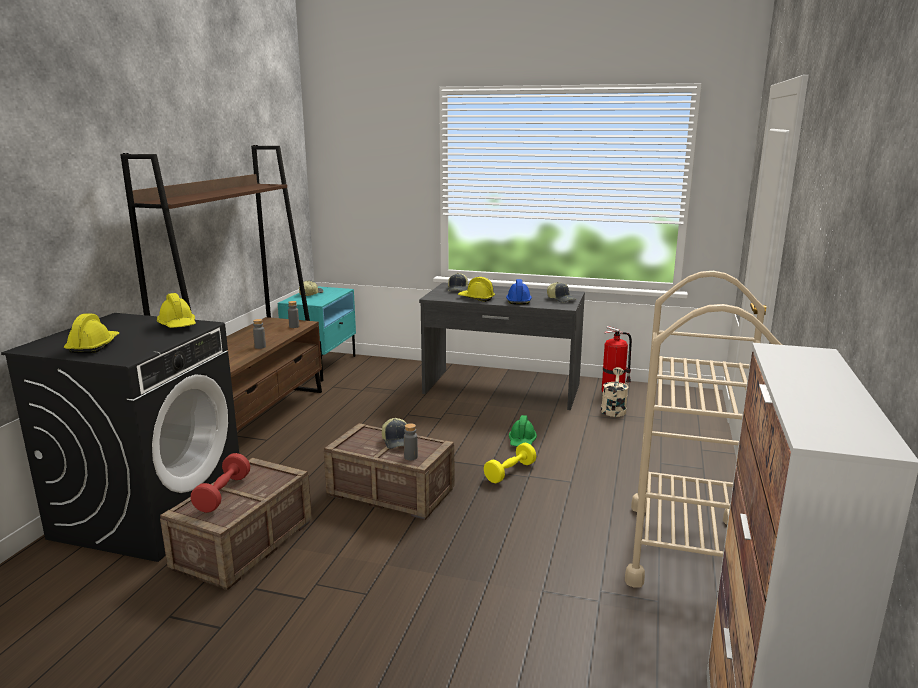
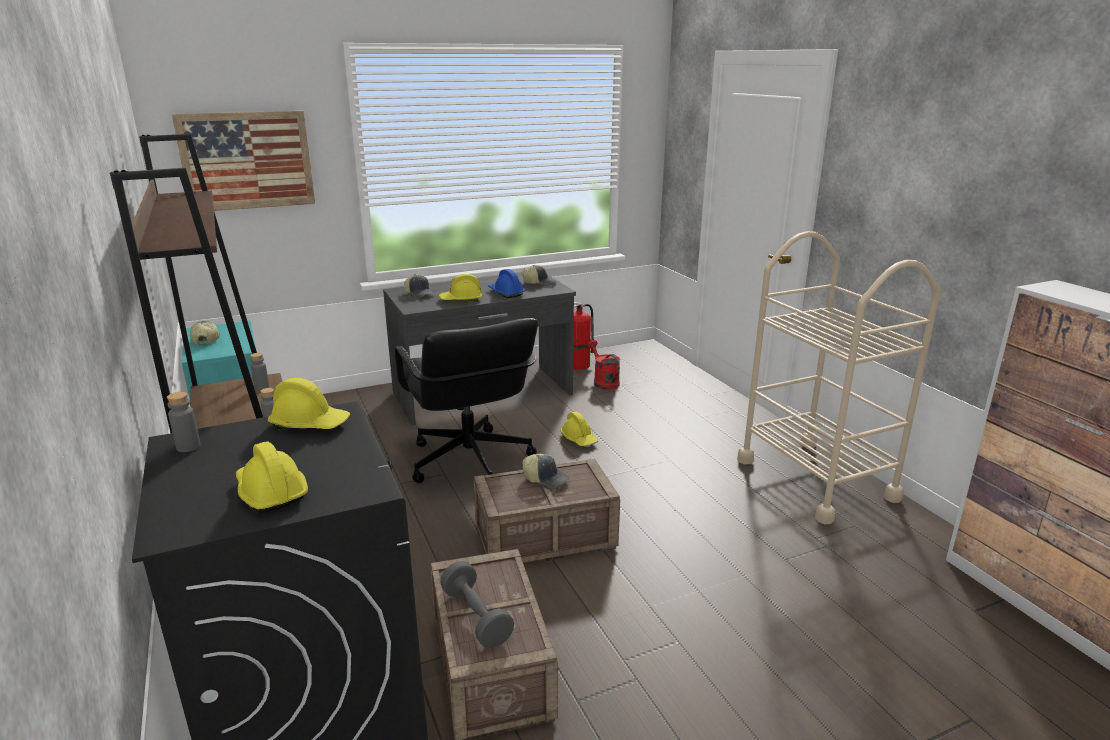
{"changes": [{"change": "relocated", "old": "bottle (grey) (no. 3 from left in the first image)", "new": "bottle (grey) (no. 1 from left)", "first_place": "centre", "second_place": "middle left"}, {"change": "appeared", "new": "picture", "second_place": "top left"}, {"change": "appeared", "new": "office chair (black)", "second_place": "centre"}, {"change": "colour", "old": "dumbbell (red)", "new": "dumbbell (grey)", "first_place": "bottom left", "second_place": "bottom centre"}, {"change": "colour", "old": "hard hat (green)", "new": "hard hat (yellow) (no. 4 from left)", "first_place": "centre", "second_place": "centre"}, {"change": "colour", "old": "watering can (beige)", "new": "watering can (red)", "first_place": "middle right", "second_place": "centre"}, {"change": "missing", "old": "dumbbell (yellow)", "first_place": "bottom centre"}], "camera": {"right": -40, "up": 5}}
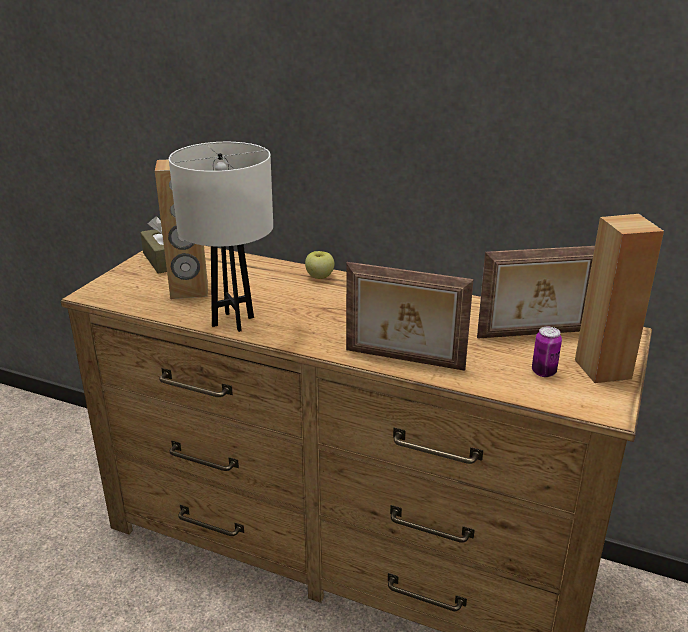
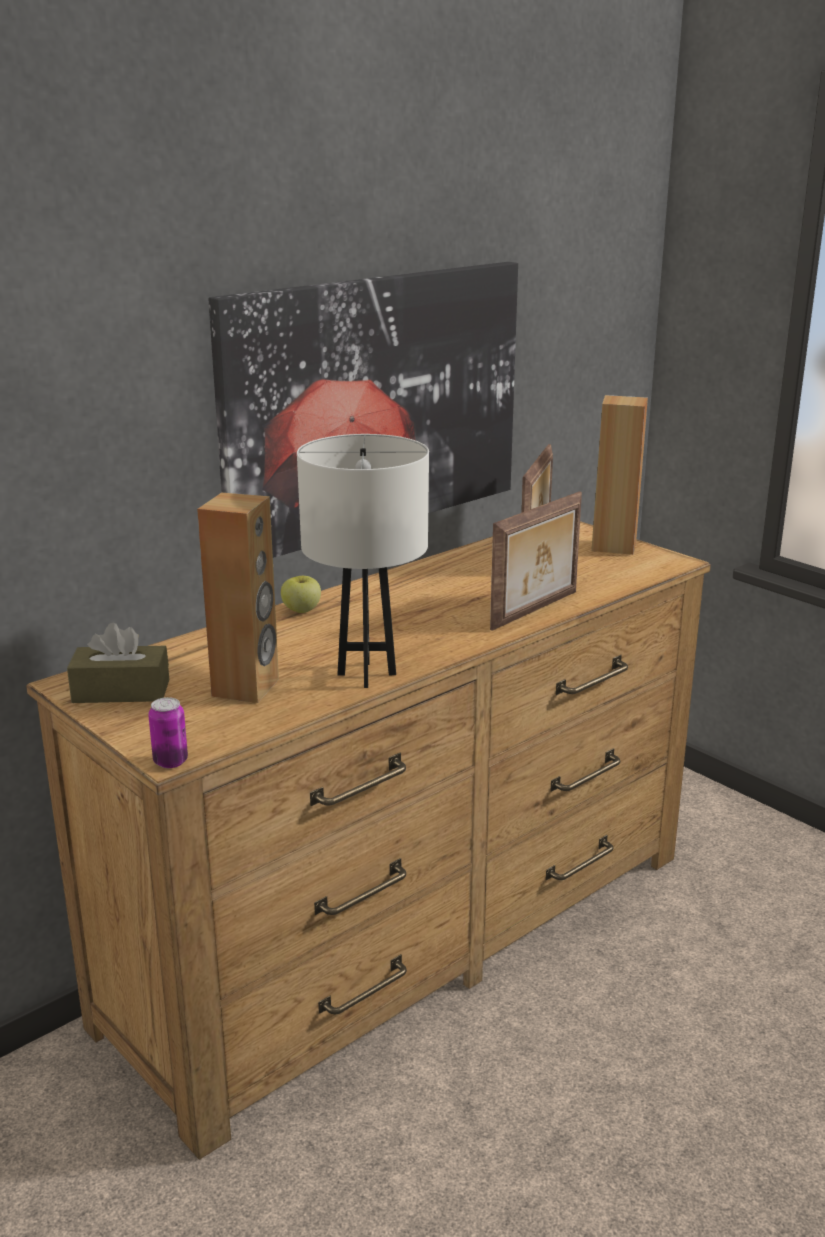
{"changes": [{"change": "relocated", "old": "can", "first_place": "middle right", "second_place": "middle left"}, {"change": "appeared", "new": "picture", "second_place": "top centre"}], "camera": {"right": -65, "up": -5}}
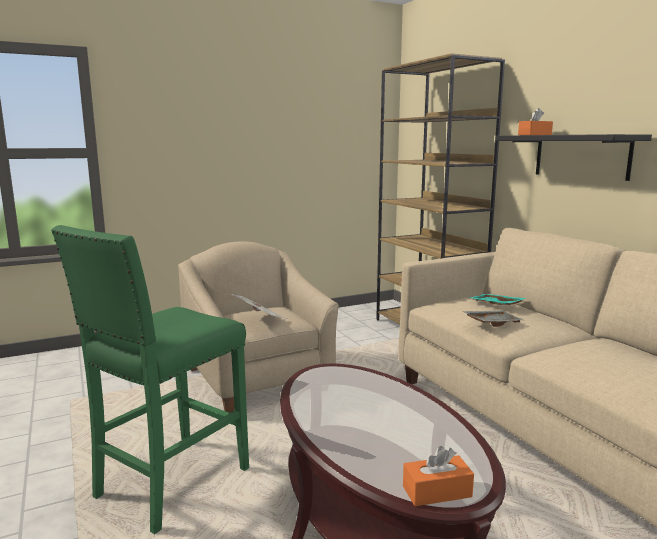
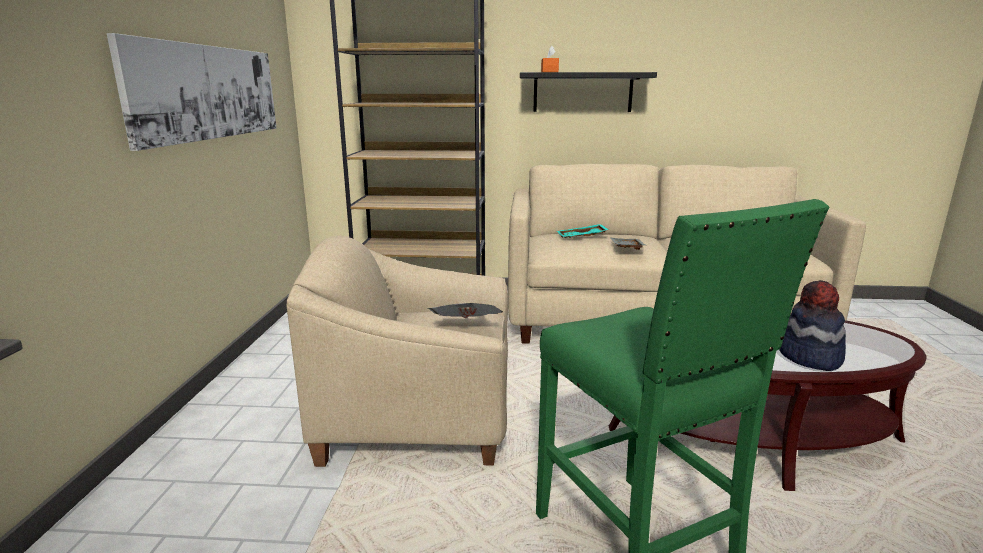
{"changes": [{"change": "appeared", "new": "picture", "second_place": "top left"}, {"change": "appeared", "new": "hat", "second_place": "middle right"}, {"change": "missing", "old": "tissue box (orange) (no. 1 from left)", "first_place": "bottom right"}], "camera": {"right": -60, "up": 5}}
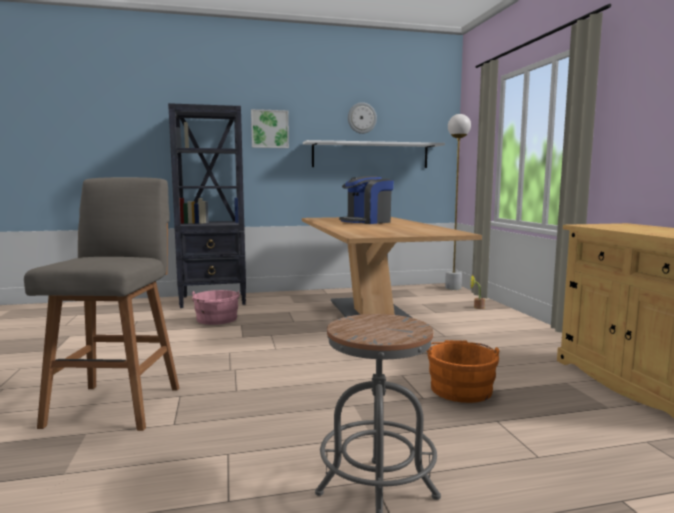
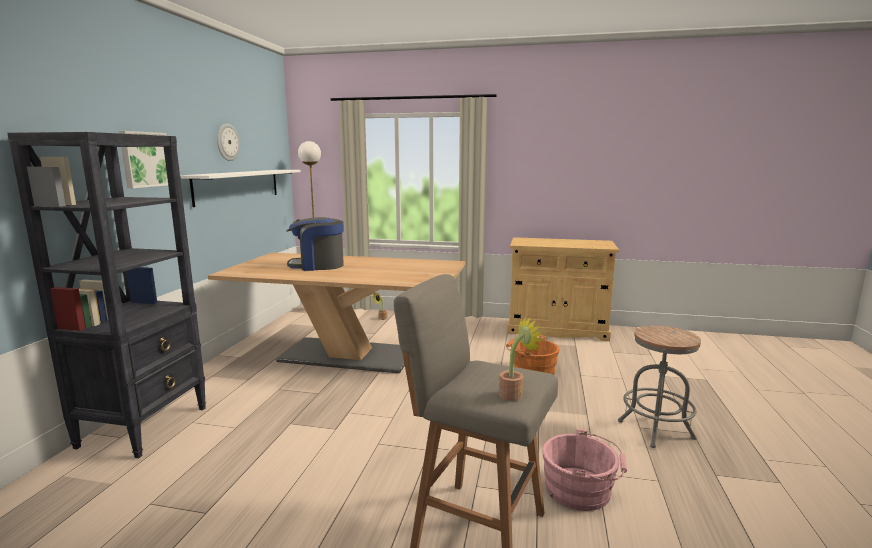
{"changes": [{"change": "spun", "old": "coffee machine", "first_place": "centre", "second_place": "centre", "degrees": 90}, {"change": "appeared", "new": "potted plant (no. 2 from left)", "second_place": "centre"}, {"change": "relocated", "old": "bucket (pink)", "first_place": "middle left", "second_place": "bottom right"}], "camera": {"right": -65, "up": 5}}
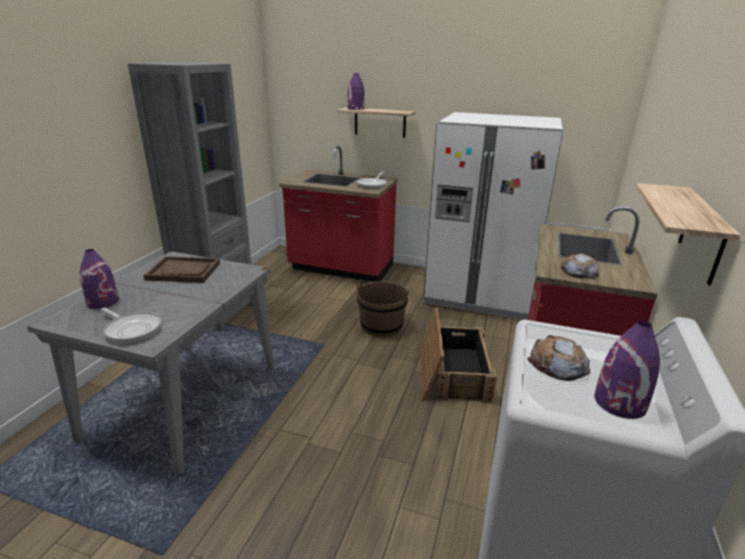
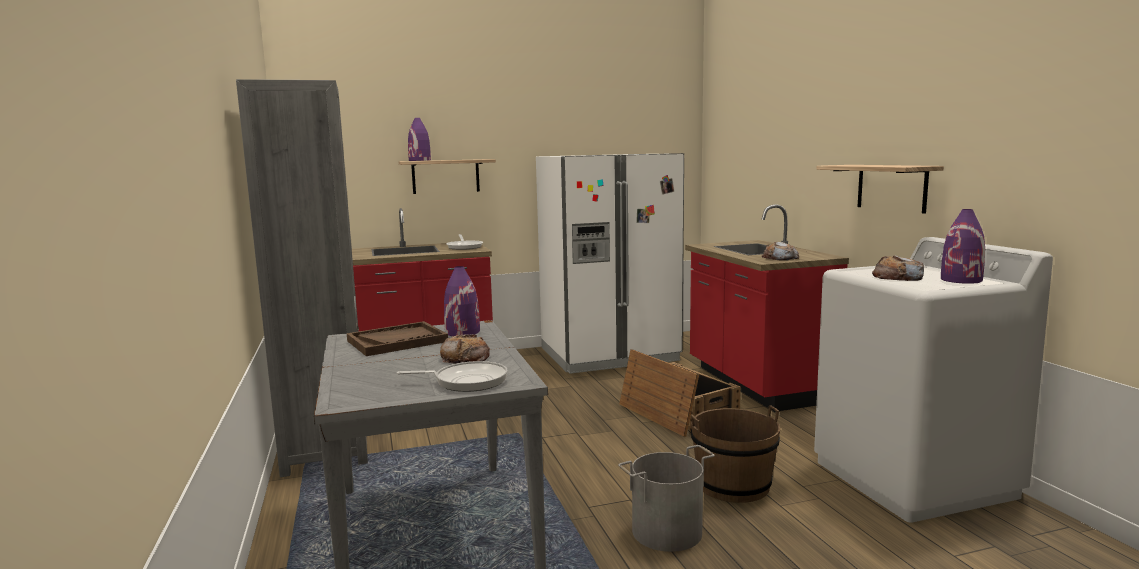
{"changes": [{"change": "appeared", "new": "bread (no. 1 from left)", "second_place": "centre"}, {"change": "relocated", "old": "vase (purple) (no. 1 from left in the first image)", "new": "vase (purple) (no. 2 from left)", "first_place": "middle left", "second_place": "centre"}, {"change": "appeared", "new": "bucket (grey)", "second_place": "bottom centre"}, {"change": "relocated", "old": "bucket (brown)", "first_place": "centre", "second_place": "bottom centre"}], "camera": {"right": -35, "up": -15}}
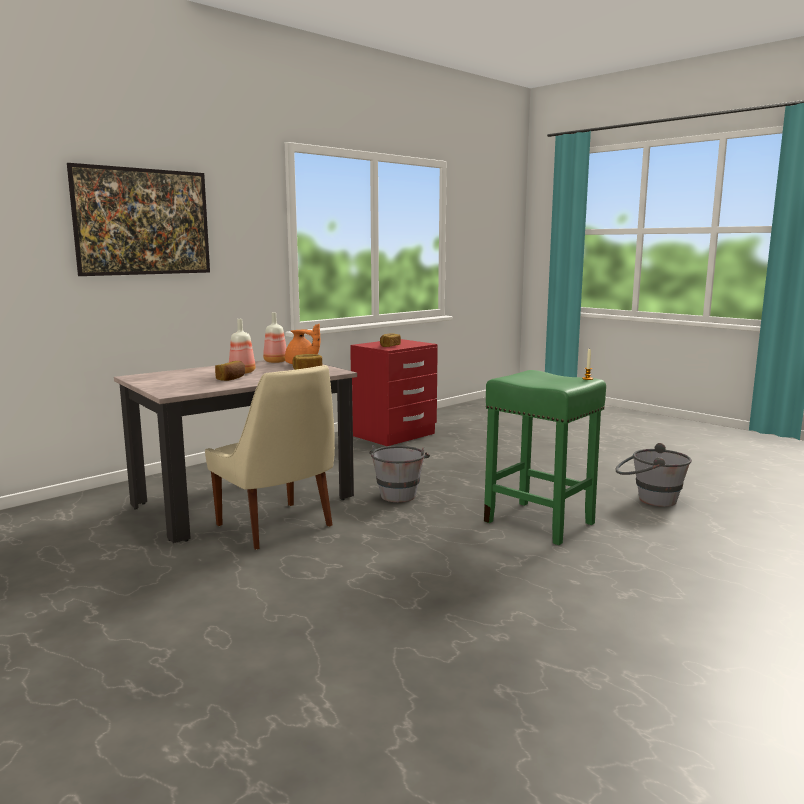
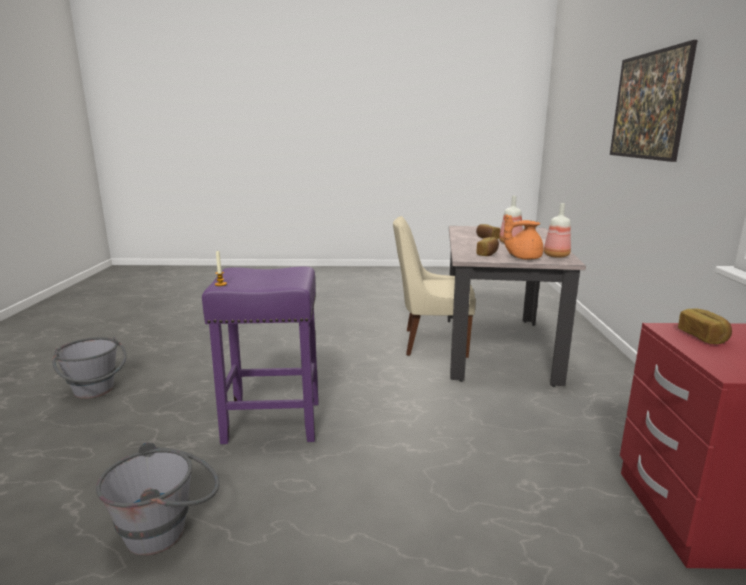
{"changes": [{"change": "relocated", "old": "bucket (grey) (no. 1 from left)", "first_place": "centre", "second_place": "middle left"}, {"change": "colour", "old": "stool (green)", "new": "stool (purple)", "first_place": "middle right", "second_place": "centre"}], "camera": {"right": 135, "up": 5}}
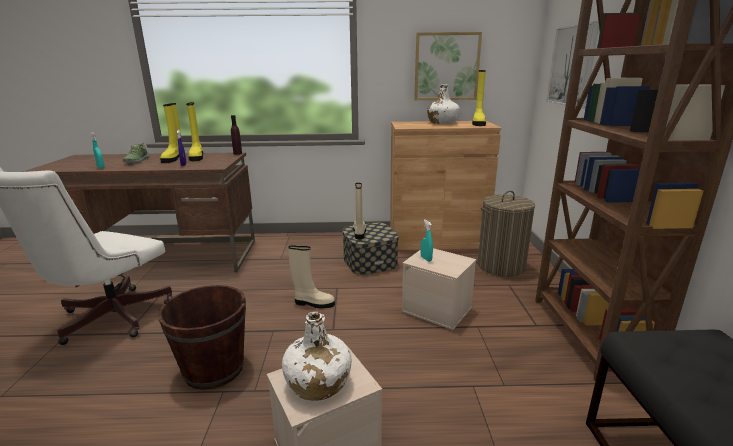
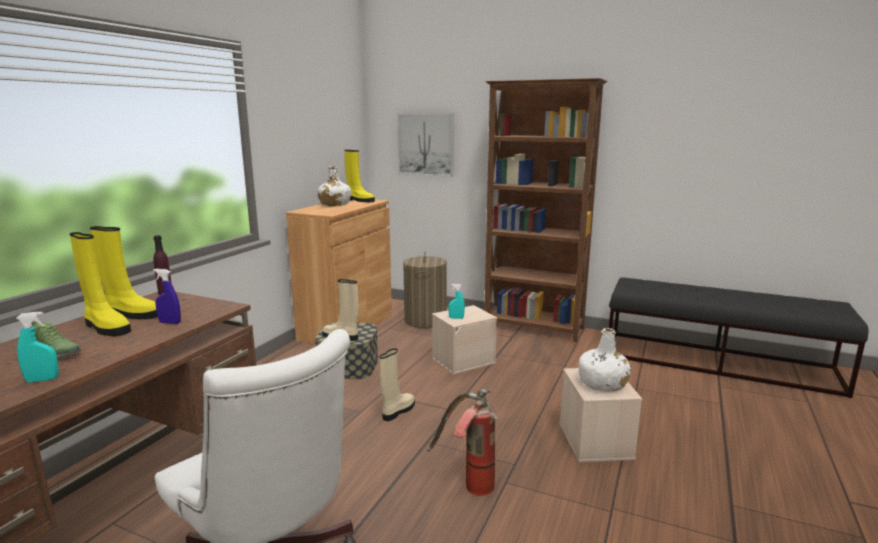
{"changes": [{"change": "exchanged", "old": "bucket (brown)", "new": "fire extinguisher", "first_place": "bottom left", "second_place": "bottom centre"}, {"change": "missing", "old": "picture (no. 1 from left)", "first_place": "top centre"}], "camera": {"right": -65, "up": -5}}
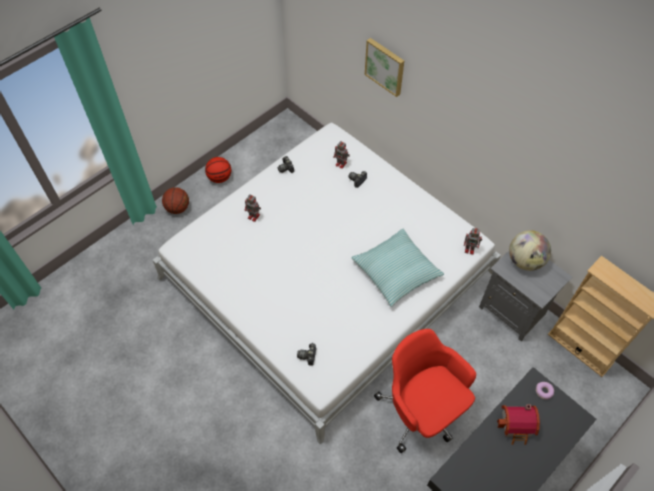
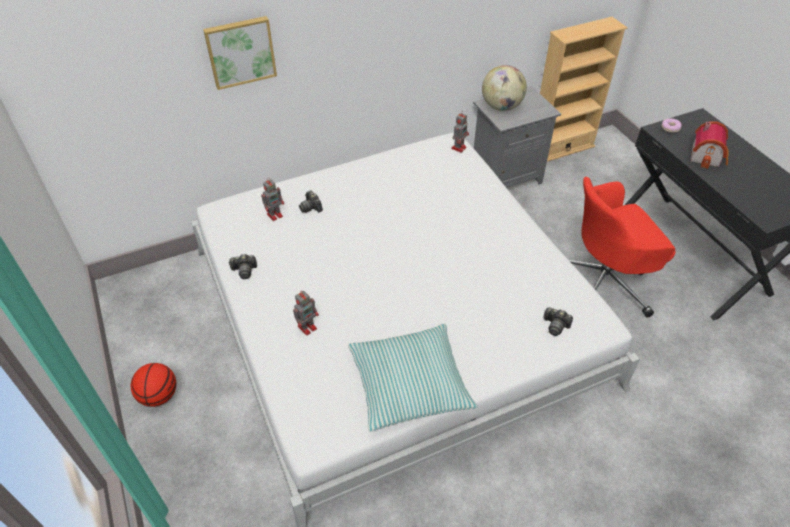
{"changes": [{"change": "relocated", "old": "pillow", "first_place": "centre", "second_place": "bottom centre"}, {"change": "missing", "old": "basketball (no. 1 from left)", "first_place": "middle left"}], "camera": {"right": -70, "up": -10}}
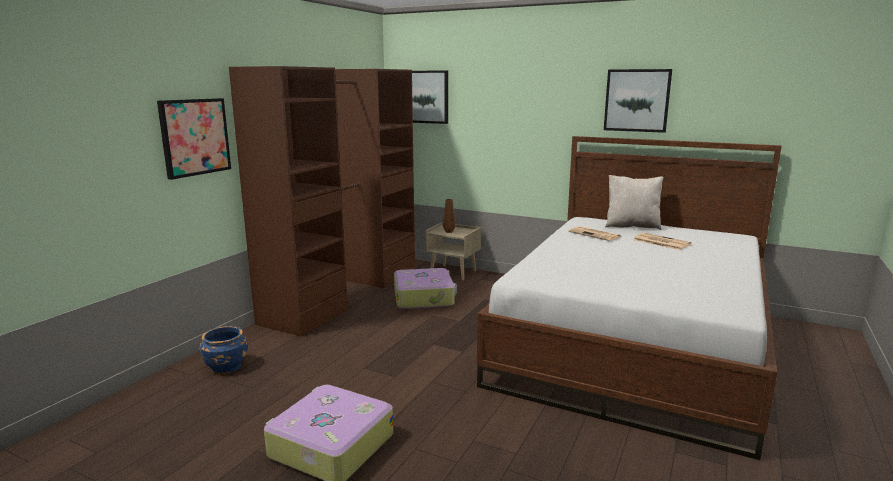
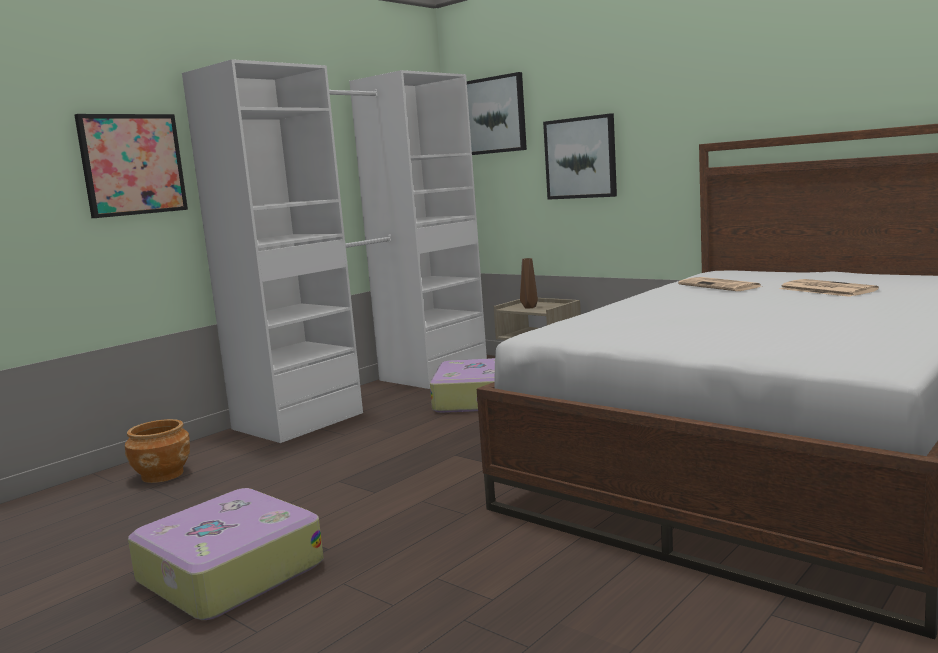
{"changes": [{"change": "colour", "old": "planter (blue)", "new": "planter (brown)", "first_place": "bottom left", "second_place": "bottom left"}, {"change": "colour", "old": "wardrobe (brown)", "new": "wardrobe (white)", "first_place": "centre", "second_place": "centre"}, {"change": "relocated", "old": "picture (no. 3 from left)", "first_place": "top right", "second_place": "top centre"}, {"change": "missing", "old": "pillow (beige)", "first_place": "middle right"}], "camera": {"right": 15, "up": -5}}
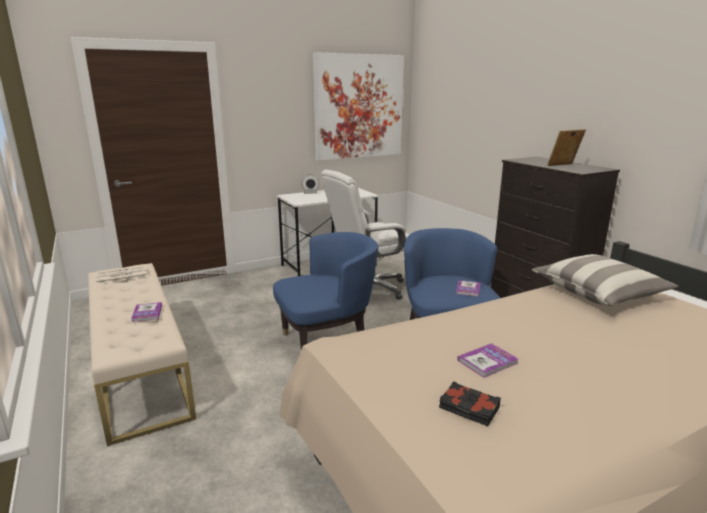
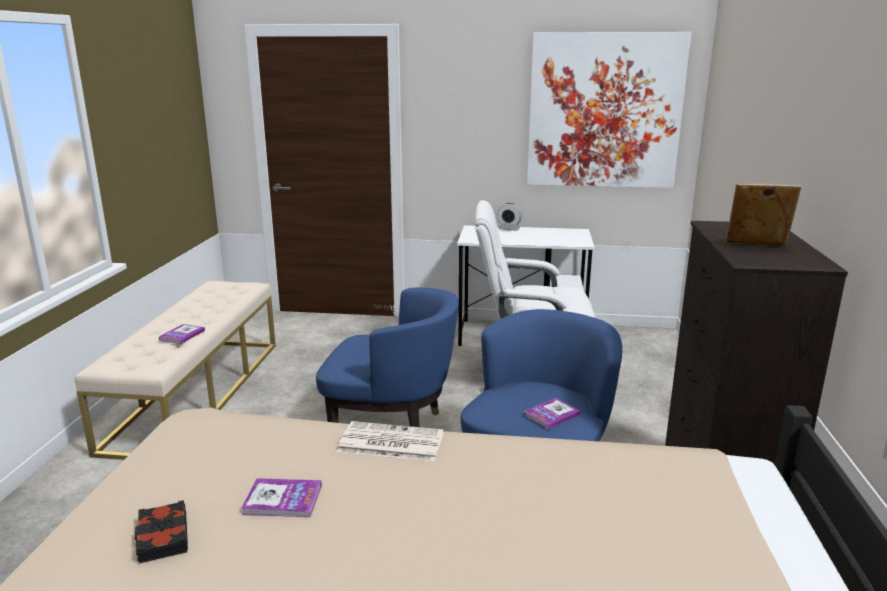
{"changes": [{"change": "relocated", "old": "newspaper", "first_place": "middle left", "second_place": "bottom centre"}, {"change": "missing", "old": "pillow", "first_place": "middle right"}], "camera": {"right": 35, "up": 0}}
